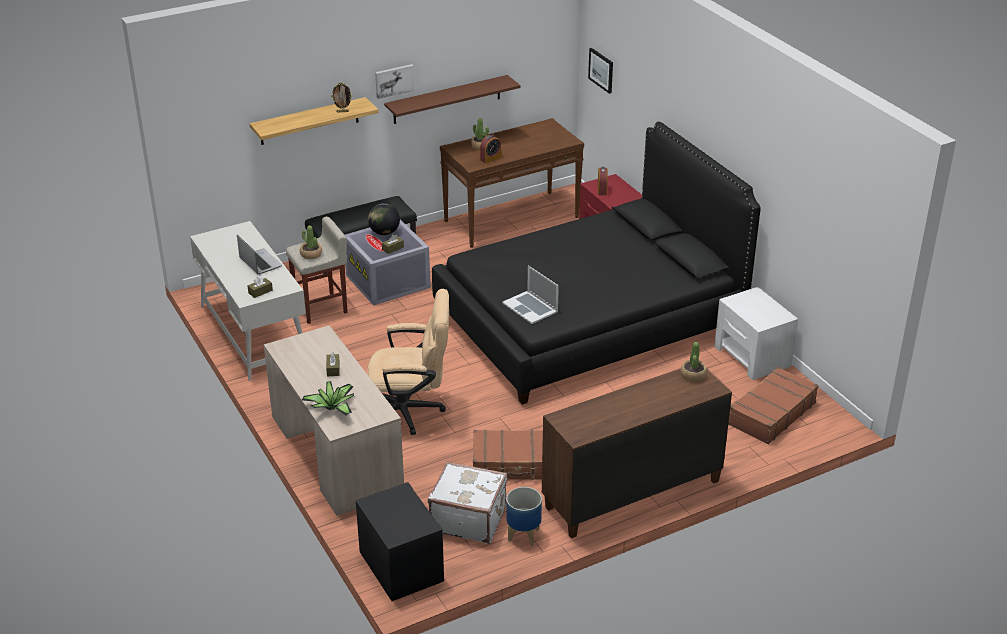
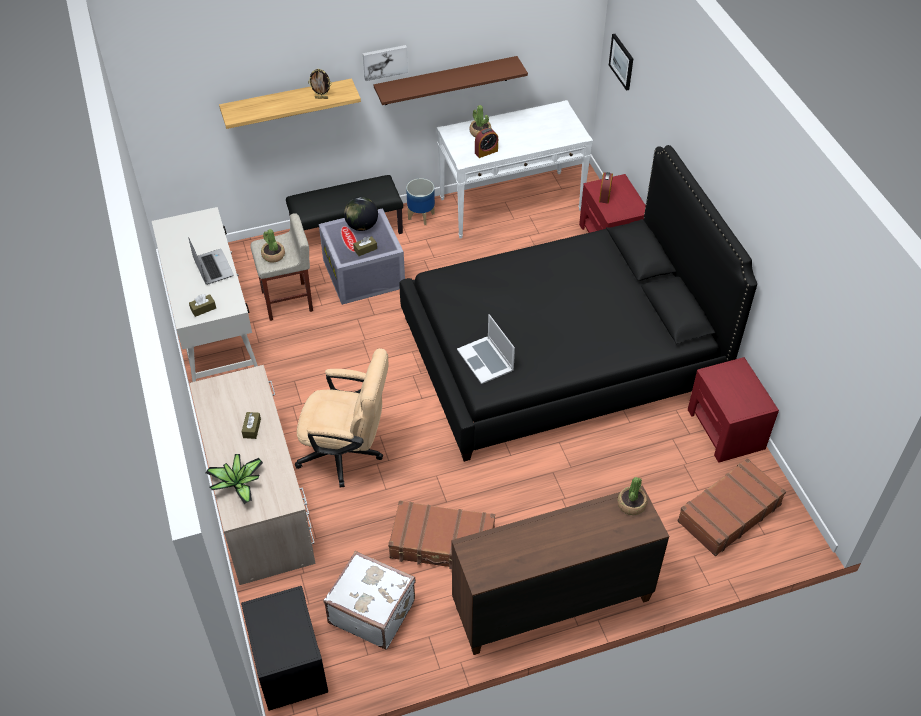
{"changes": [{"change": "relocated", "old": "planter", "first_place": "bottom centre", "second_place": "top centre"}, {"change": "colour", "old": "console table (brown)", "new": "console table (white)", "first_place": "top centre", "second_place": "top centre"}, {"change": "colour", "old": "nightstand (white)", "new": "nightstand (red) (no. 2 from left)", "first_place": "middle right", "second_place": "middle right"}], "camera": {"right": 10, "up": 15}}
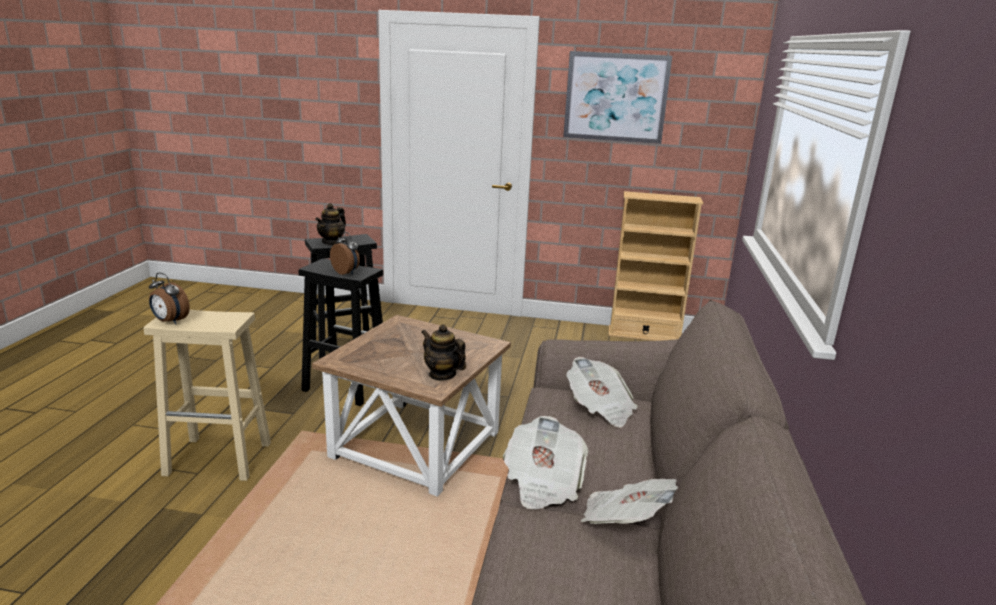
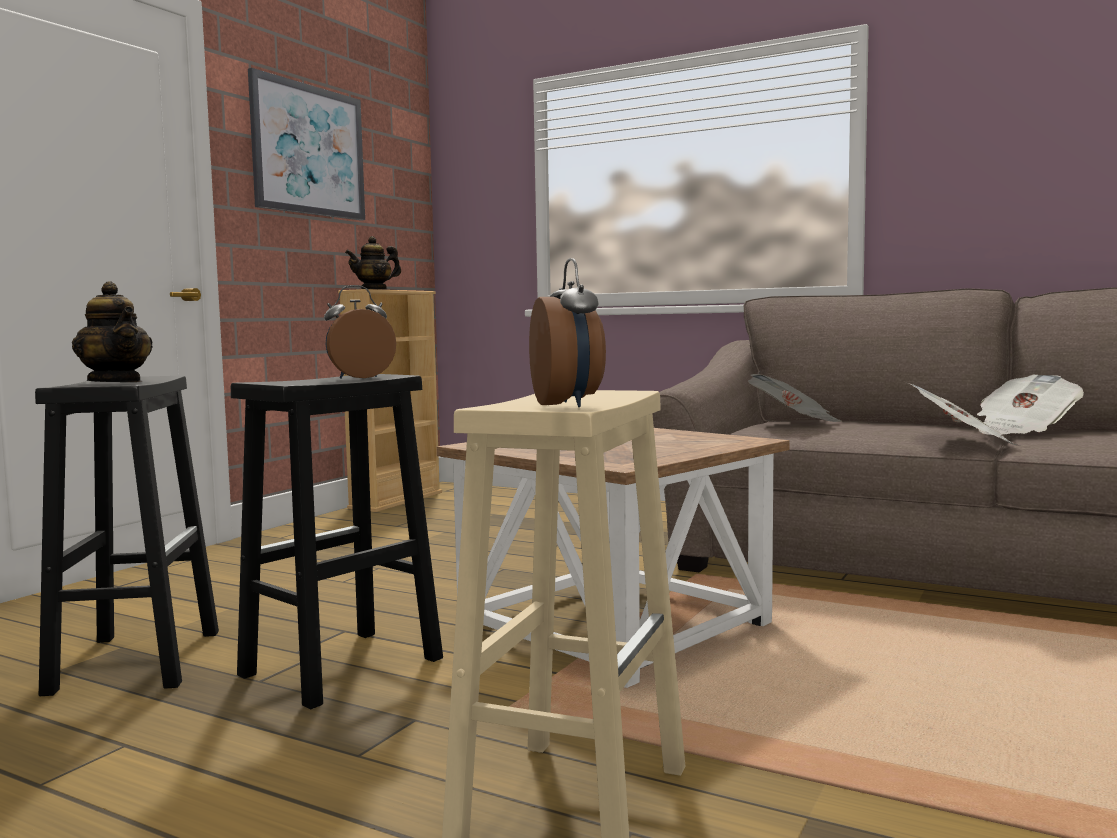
{"changes": [{"change": "relocated", "old": "teapot (no. 2 from left)", "first_place": "centre", "second_place": "top centre"}, {"change": "spun", "old": "alarm clock (no. 1 from left in the first image)", "first_place": "middle left", "second_place": "centre", "degrees": -60}], "camera": {"right": -70, "up": -15}}
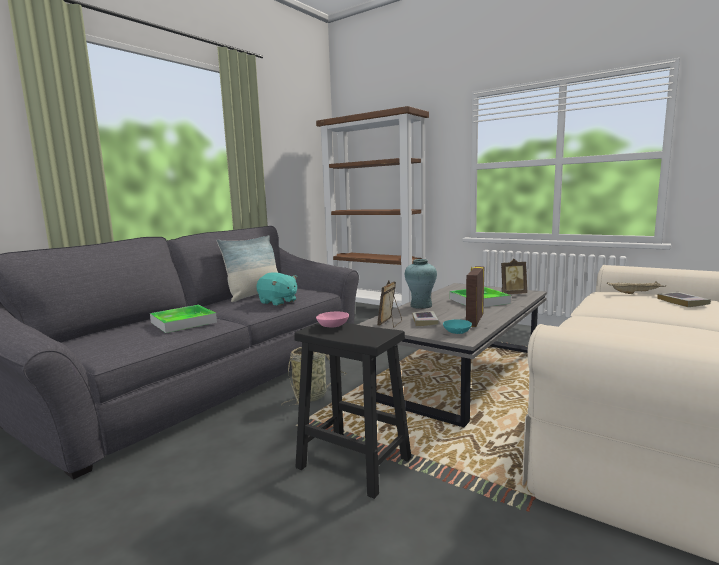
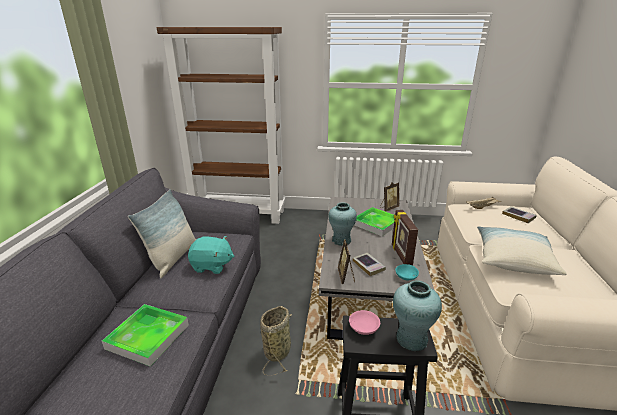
{"changes": [{"change": "appeared", "new": "vase (turquoise) (no. 2 from left)", "second_place": "bottom right"}, {"change": "appeared", "new": "pillow (no. 2 from left)", "second_place": "middle right"}], "camera": {"right": -30, "up": 15}}
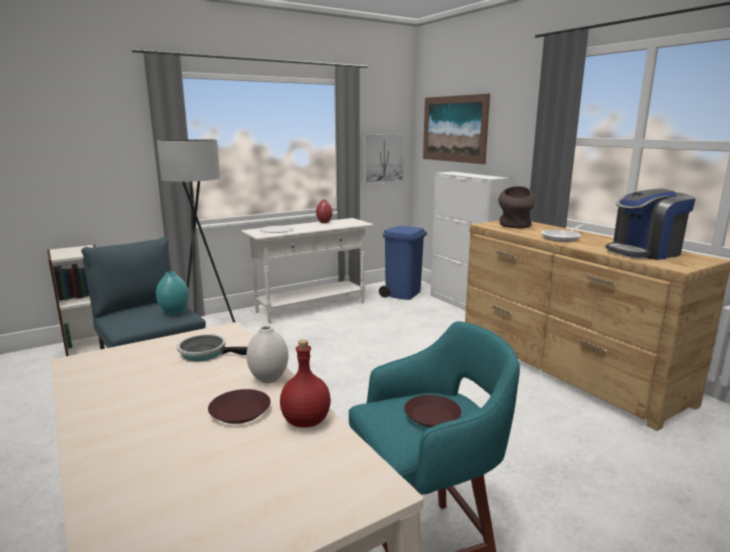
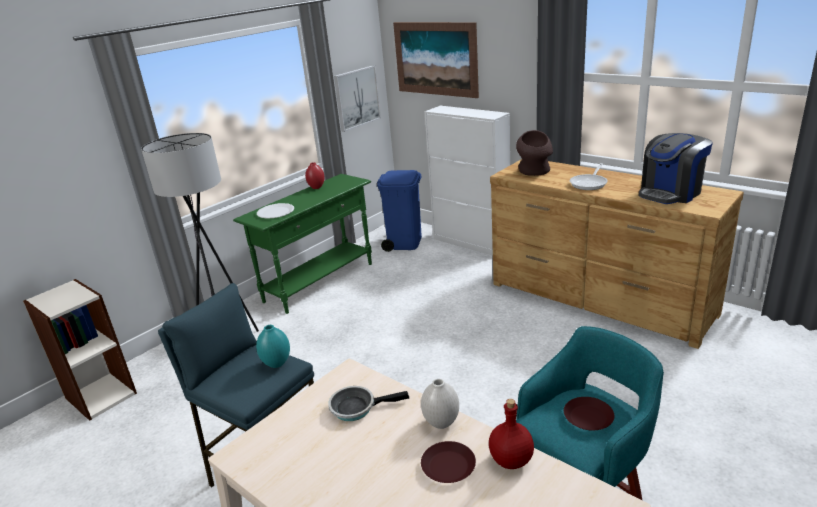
{"changes": [{"change": "colour", "old": "console table (white)", "new": "console table (green)", "first_place": "centre", "second_place": "centre"}], "camera": {"right": -15, "up": 10}}
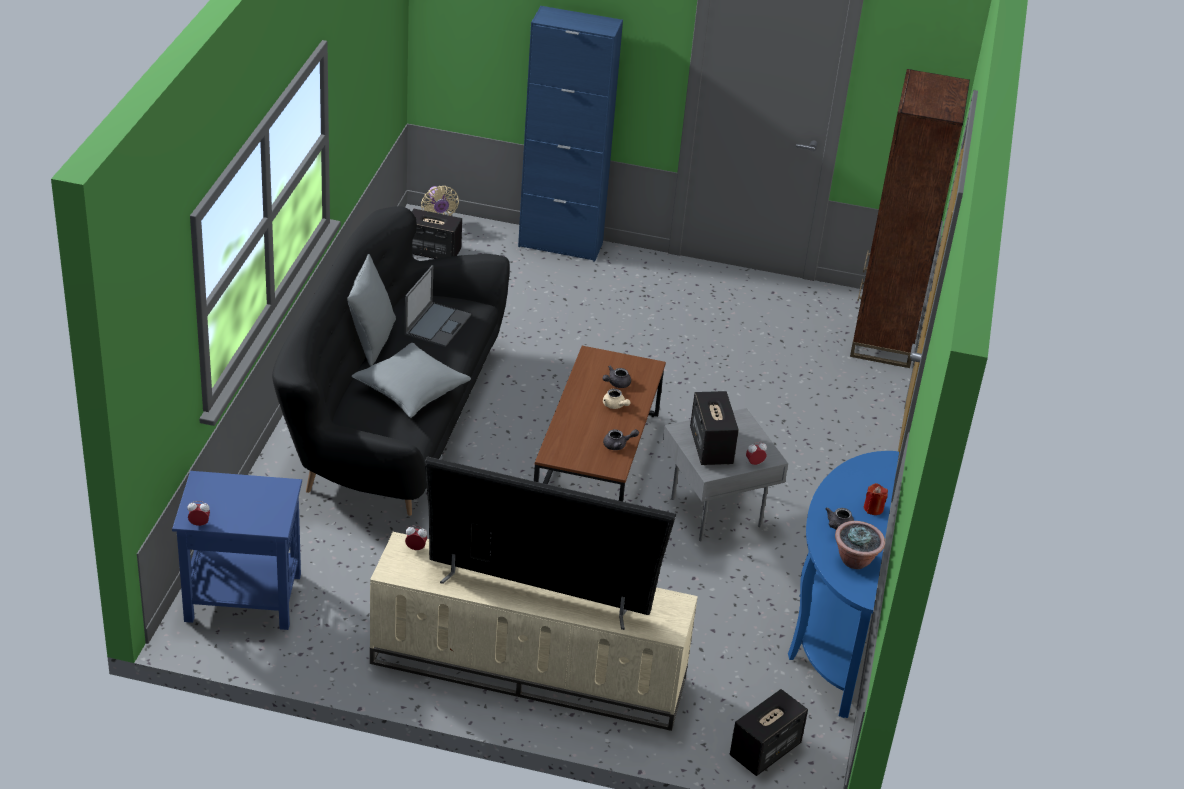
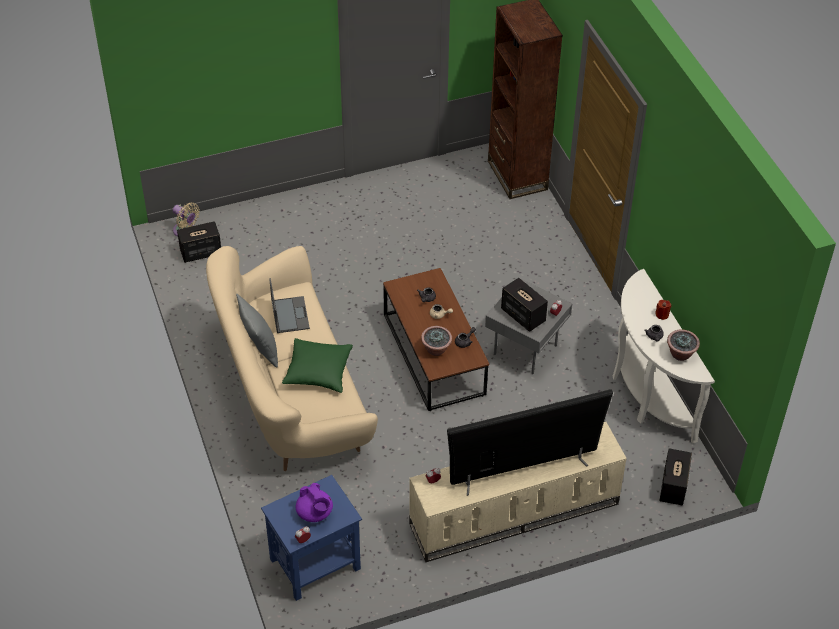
{"changes": [{"change": "colour", "old": "sofa (black)", "new": "sofa (beige)", "first_place": "middle left", "second_place": "centre"}, {"change": "colour", "old": "pillow (grey) (no. 2 from left)", "new": "pillow (green)", "first_place": "centre", "second_place": "centre"}, {"change": "appeared", "new": "teapot (purple)", "second_place": "bottom centre"}, {"change": "appeared", "new": "potted plant (no. 1 from left)", "second_place": "centre"}, {"change": "colour", "old": "console table (blue)", "new": "console table (white)", "first_place": "bottom right", "second_place": "middle right"}, {"change": "missing", "old": "cabinet (blue)", "first_place": "top centre"}], "camera": {"right": -30, "up": 10}}
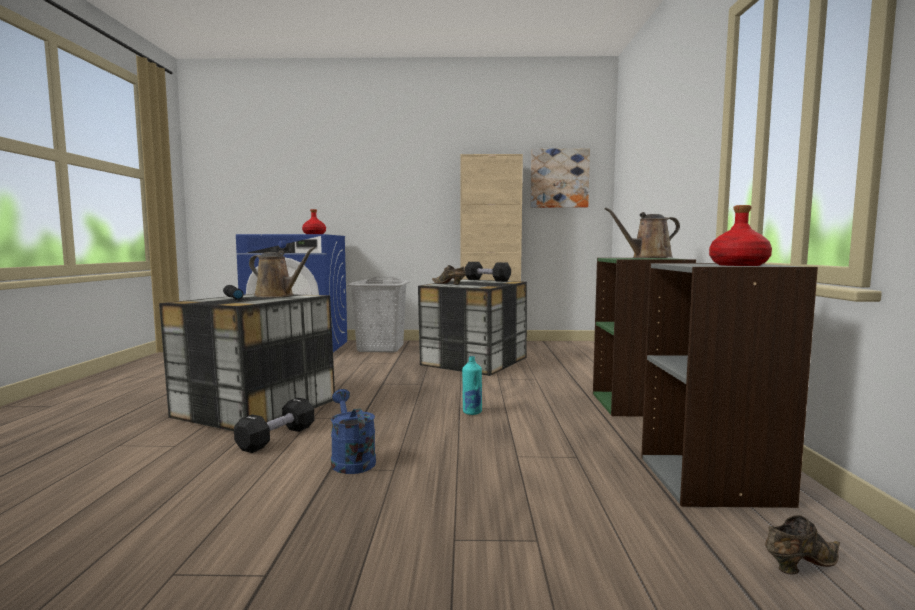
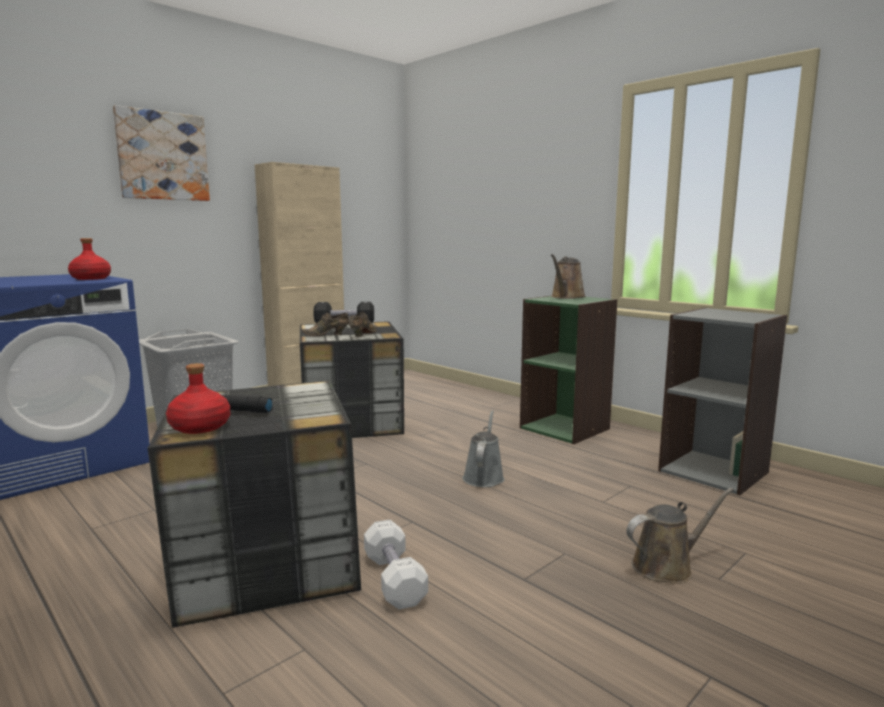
{"changes": [{"change": "relocated", "old": "picture", "first_place": "top centre", "second_place": "top left"}, {"change": "relocated", "old": "bottle (red) (no. 2 from left)", "first_place": "middle right", "second_place": "middle left"}, {"change": "relocated", "old": "shoe (brown) (no. 2 from left)", "first_place": "bottom right", "second_place": "centre"}, {"change": "colour", "old": "dumbbell (black) (no. 1 from left)", "new": "dumbbell (white)", "first_place": "bottom left", "second_place": "bottom centre"}, {"change": "exchanged", "old": "bottle (turquoise)", "new": "watering can (grey)", "first_place": "centre", "second_place": "centre"}, {"change": "relocated", "old": "watering can (brown) (no. 1 from left in the first image)", "new": "watering can (brown) (no. 2 from left)", "first_place": "middle left", "second_place": "bottom right"}, {"change": "missing", "old": "watering can (blue)", "first_place": "bottom centre"}], "camera": {"right": -45, "up": 5}}
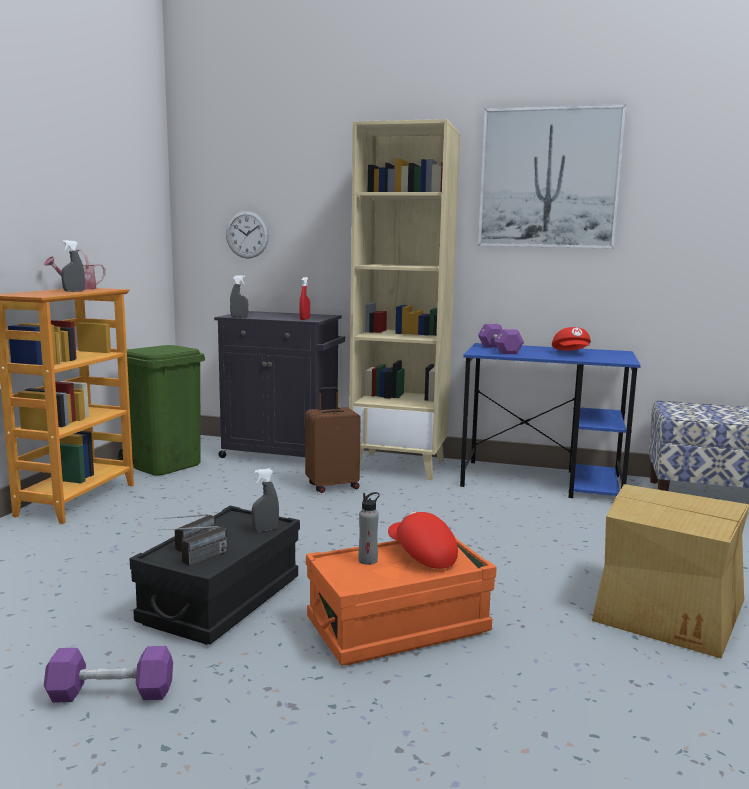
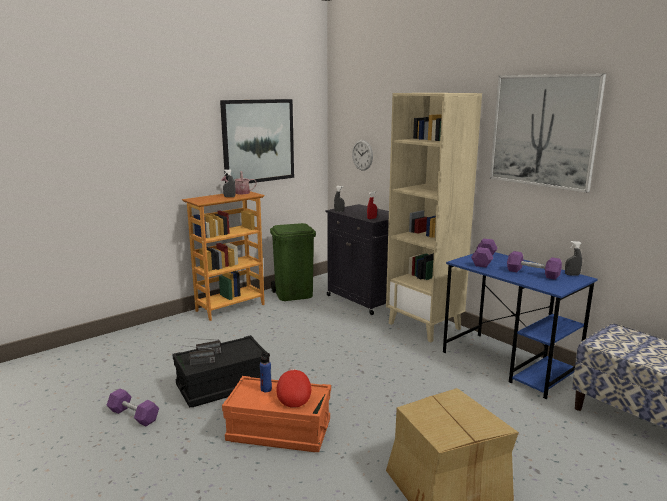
{"changes": [{"change": "appeared", "new": "picture (no. 1 from left)", "second_place": "top centre"}, {"change": "colour", "old": "bottle (grey)", "new": "bottle (blue)", "first_place": "bottom centre", "second_place": "bottom centre"}, {"change": "exchanged", "old": "cap (red) (no. 2 from left)", "new": "dumbbell (purple) (no. 3 from left)", "first_place": "middle right", "second_place": "middle right"}, {"change": "relocated", "old": "spray bottle (grey) (no. 3 from left)", "first_place": "centre", "second_place": "middle right"}, {"change": "missing", "old": "suitcase (brown)", "first_place": "centre"}], "camera": {"right": 35, "up": 5}}
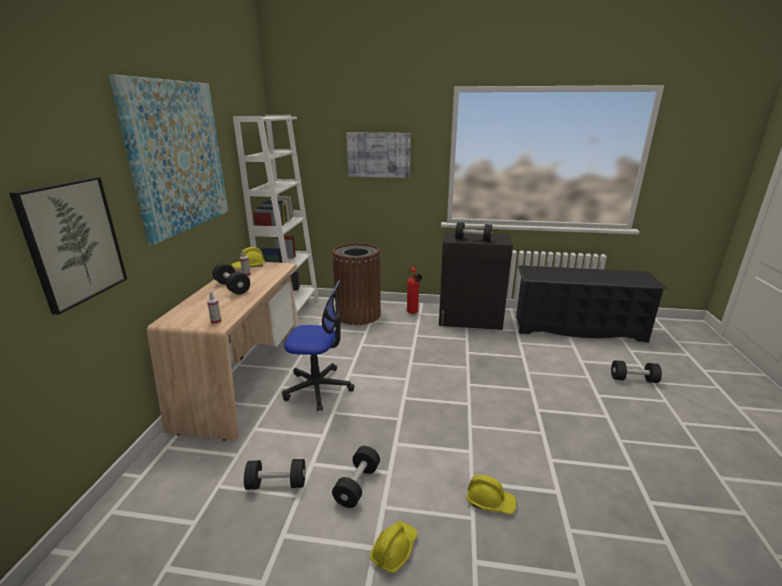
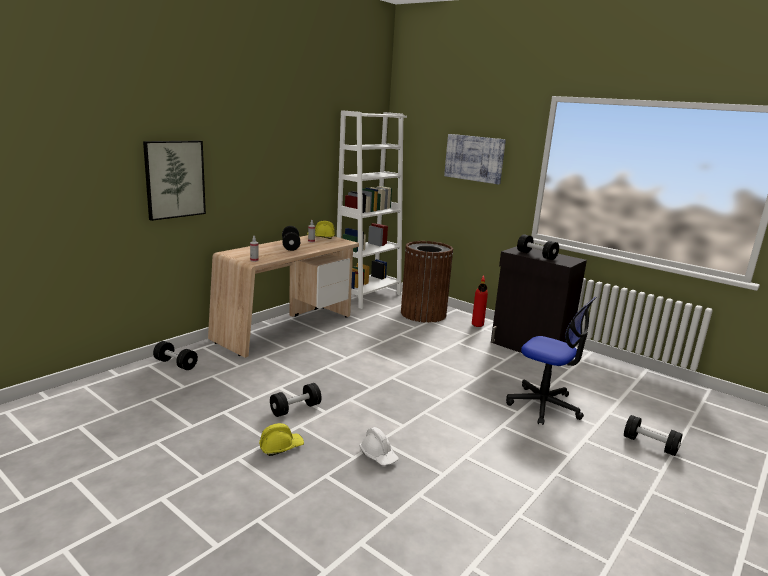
{"changes": [{"change": "relocated", "old": "dumbbell (black) (no. 2 from left in the first image)", "new": "dumbbell (black) (no. 1 from left)", "first_place": "bottom centre", "second_place": "middle left"}, {"change": "colour", "old": "hard hat (yellow) (no. 3 from left)", "new": "hard hat (white)", "first_place": "bottom centre", "second_place": "bottom centre"}, {"change": "relocated", "old": "office chair", "first_place": "centre", "second_place": "middle right"}, {"change": "missing", "old": "picture (no. 2 from left)", "first_place": "top left"}, {"change": "missing", "old": "shoe rack (black)", "first_place": "middle right"}], "camera": {"right": 30, "up": -5}}
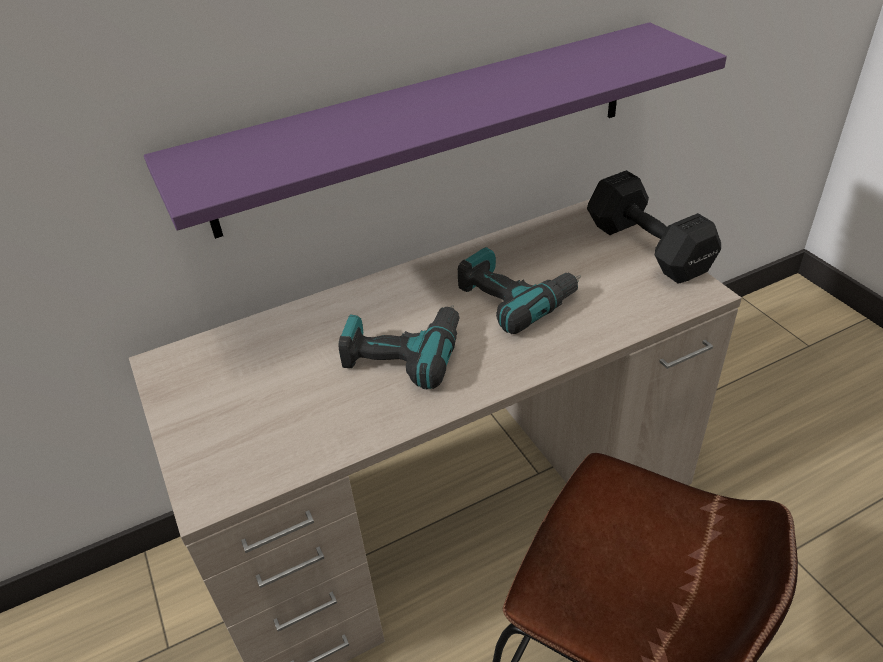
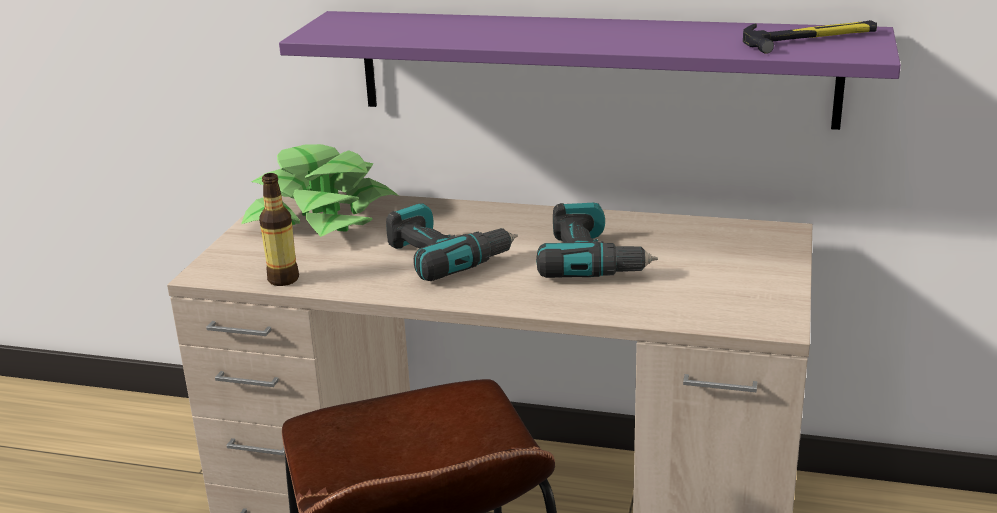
{"changes": [{"change": "appeared", "new": "potted plant", "second_place": "middle left"}, {"change": "appeared", "new": "bottle", "second_place": "middle left"}, {"change": "appeared", "new": "hammer", "second_place": "top right"}, {"change": "missing", "old": "dumbbell (black)", "first_place": "middle right"}], "camera": {"right": 40, "up": -15}}
